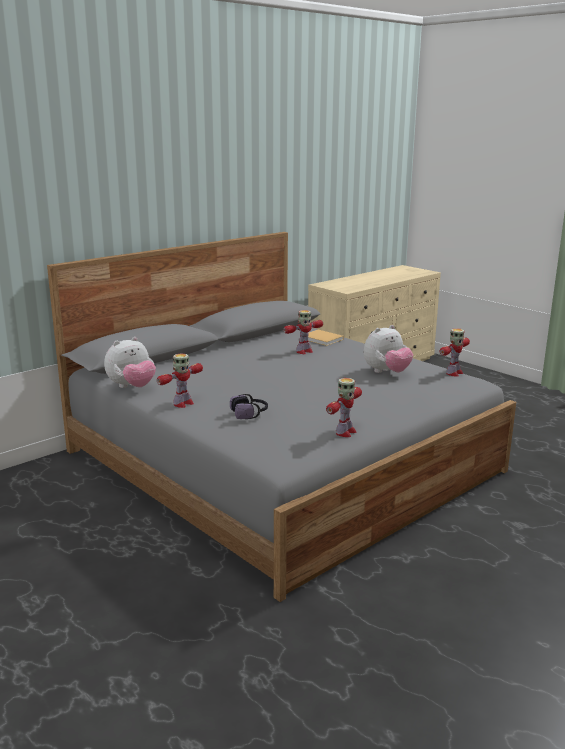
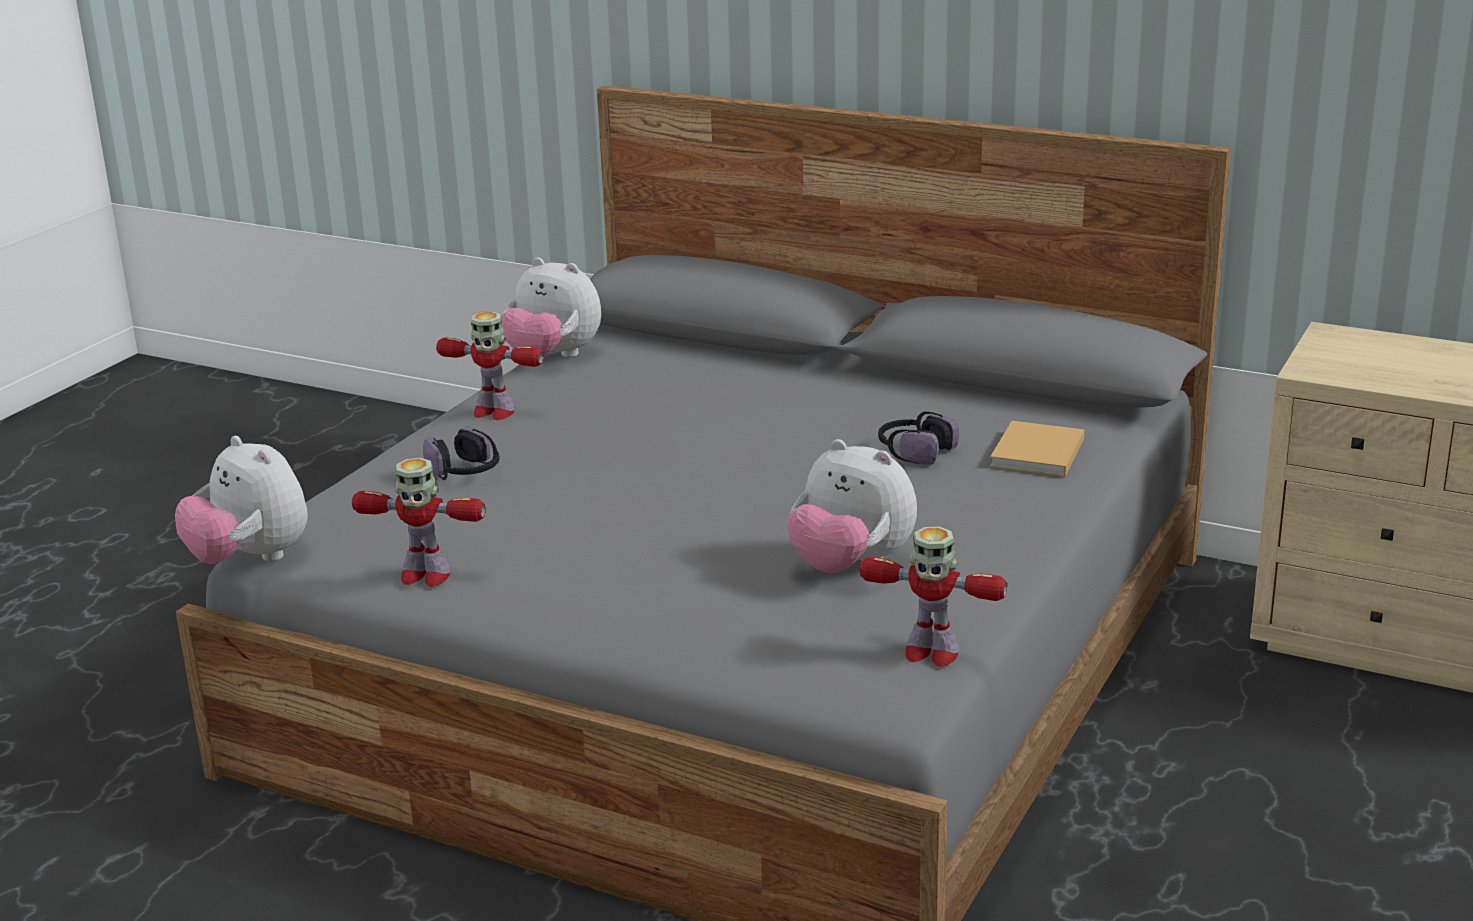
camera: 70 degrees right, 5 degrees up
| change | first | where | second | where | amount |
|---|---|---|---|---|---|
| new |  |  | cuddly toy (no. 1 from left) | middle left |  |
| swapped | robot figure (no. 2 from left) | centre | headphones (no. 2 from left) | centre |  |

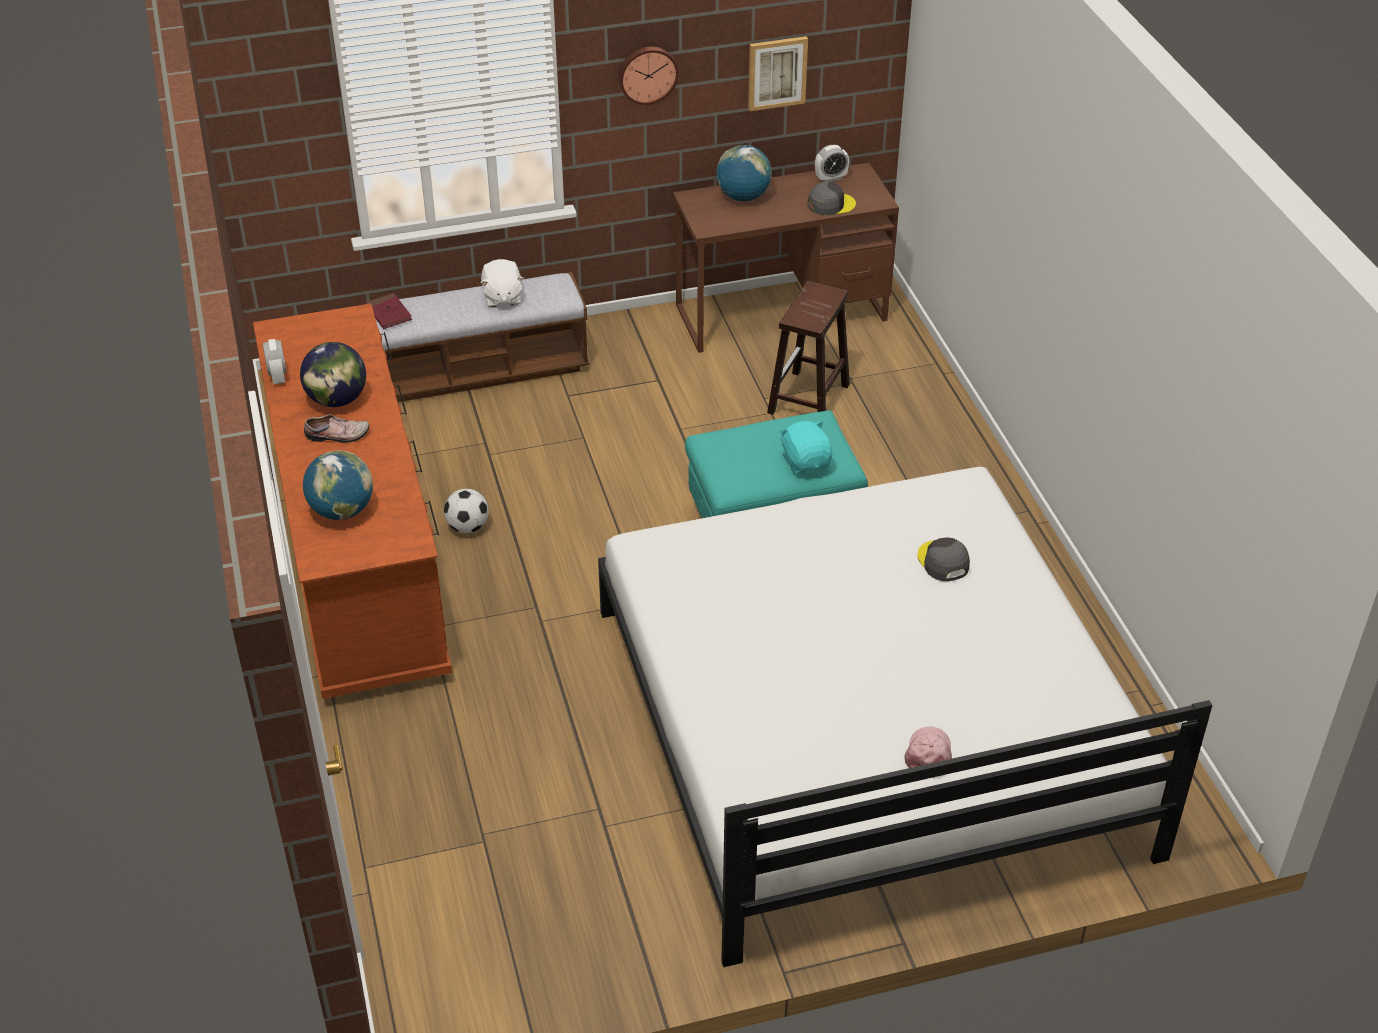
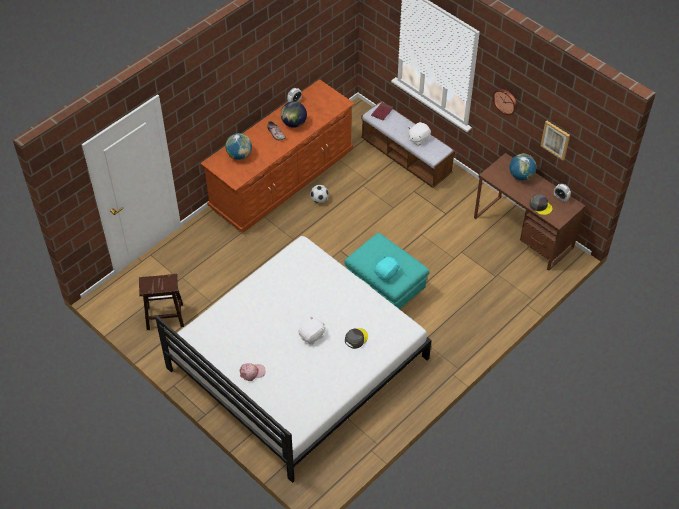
camera: 60 degrees right, 10 degrees up
| change | first | where | second | where | amount |
|---|---|---|---|---|---|
| new |  |  | cuddly toy/whitish (no. 1 from left) | centre |  |
| shifted | stool seat/brown-coloured | centre |  | middle left |  |

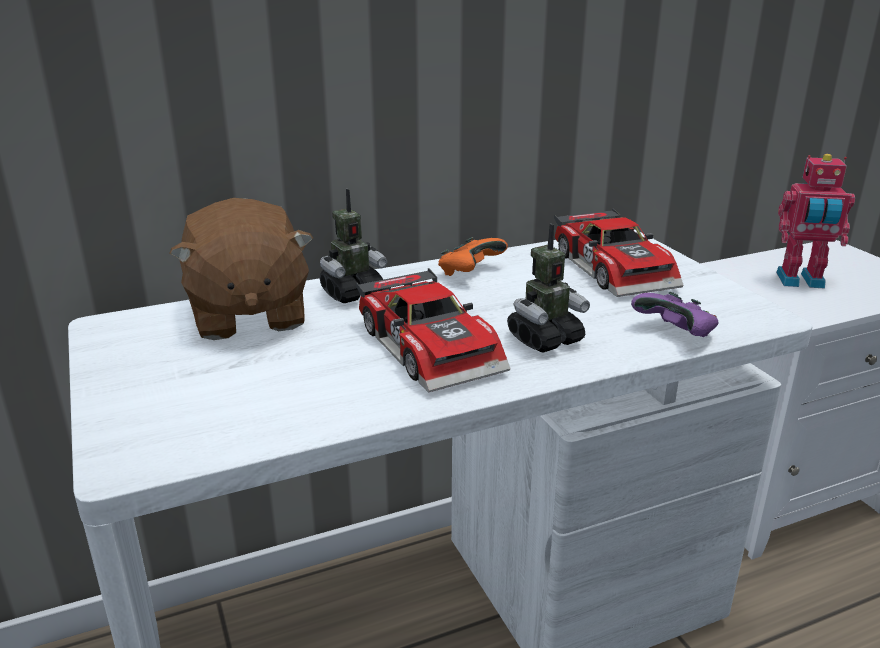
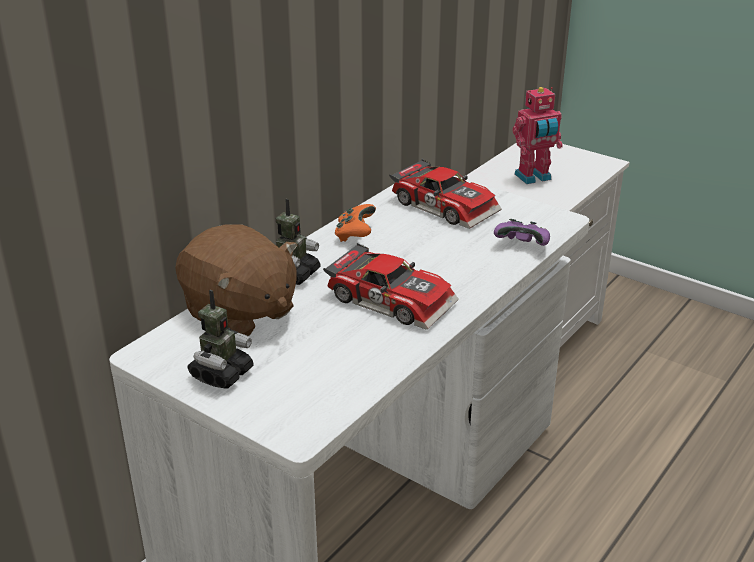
camera: 30 degrees left, 5 degrees up
| change | first | where | second | where | amount |
|---|---|---|---|---|---|
| shifted | robot figure (no. 2 from left in the first image) | centre | robot figure (no. 1 from left) | middle left |  |

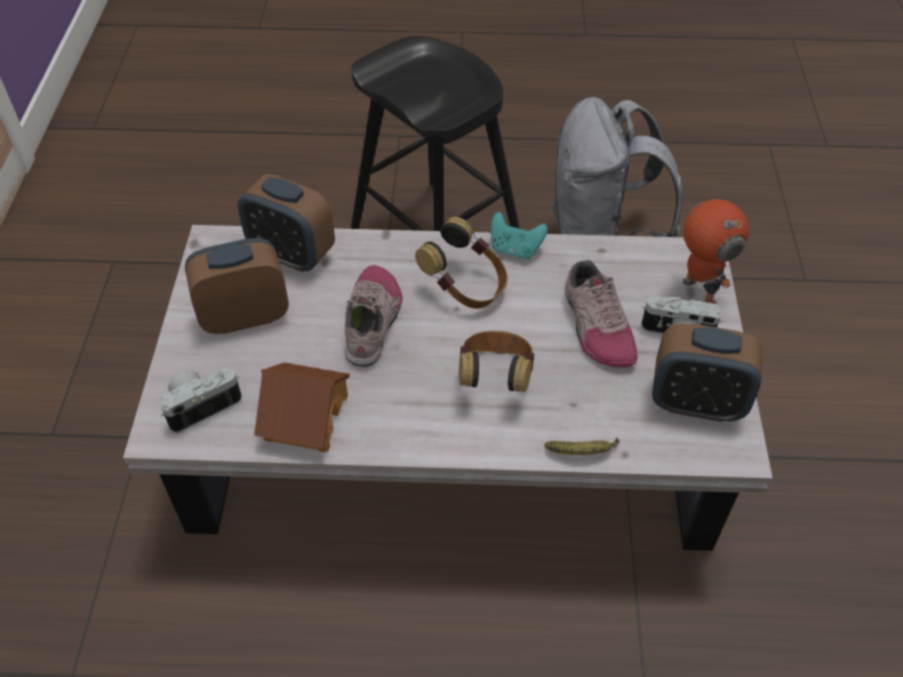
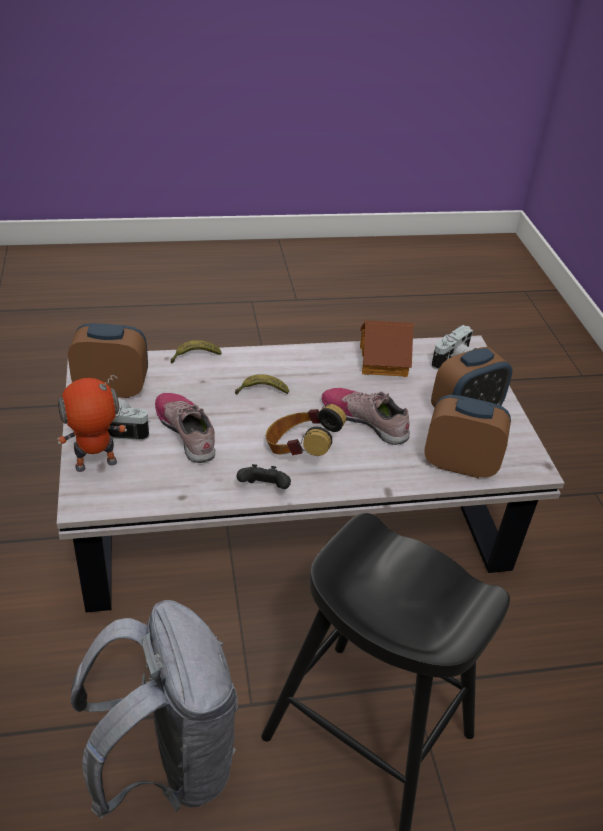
camera: 165 degrees right, 10 degrees down
| change | first | where | second | where | amount |
|---|---|---|---|---|---|
| swapped | headphones (no. 2 from left) | centre | banana fruit (no. 2 from left) | centre |  |
| repainted | gamepad/turquoise-coloured | centre | gamepad/black | centre |  |
| rotated | shoe (no. 1 from left in the first image) | centre | shoe (no. 2 from left) | centre | 135 degrees clockwise |
| rotated | robot figure | middle right |  | middle left | 105 degrees clockwise |

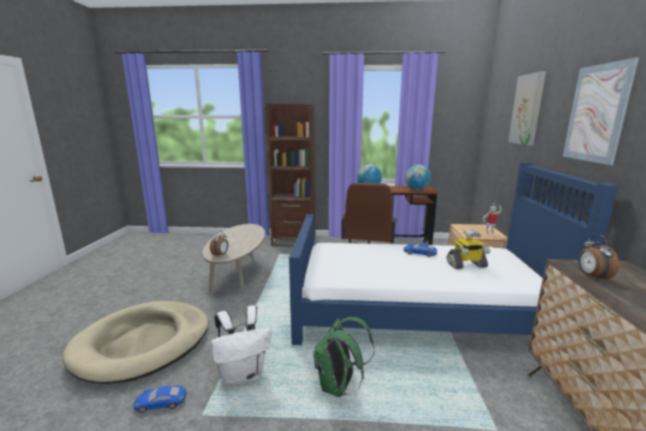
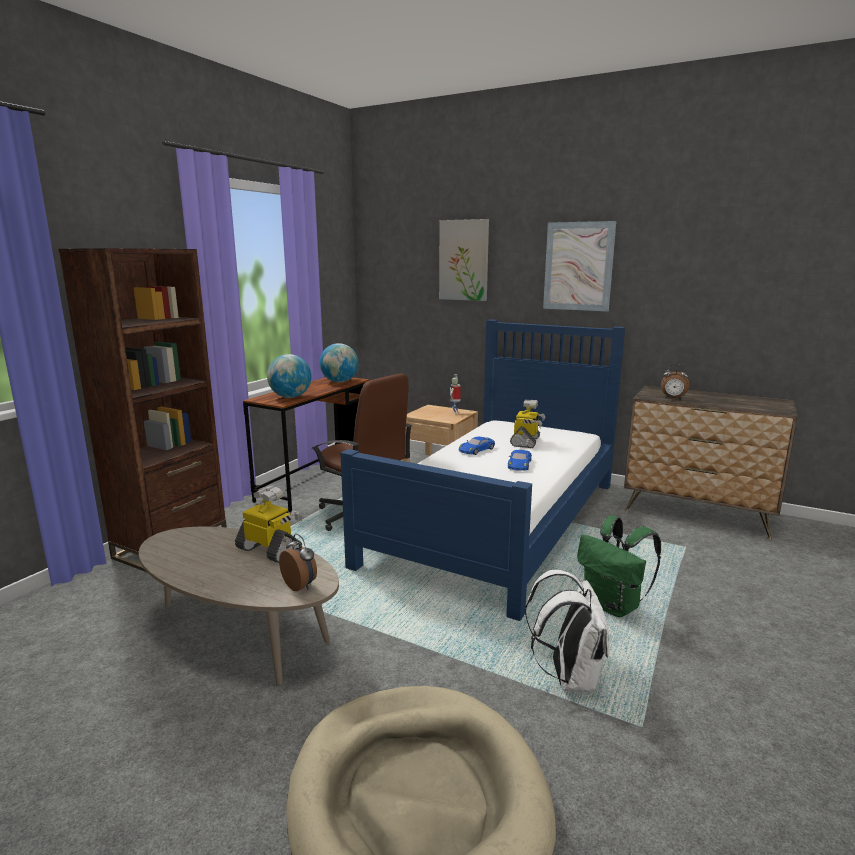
camera: 65 degrees left, 0 degrees up
| change | first | where | second | where | amount |
|---|---|---|---|---|---|
| new |  |  | robot figure (no. 1 from left) | middle left |  |
| shifted | toy car/bluish (no. 1 from left in the first image) | bottom left | toy car/bluish (no. 2 from left) | centre |  |

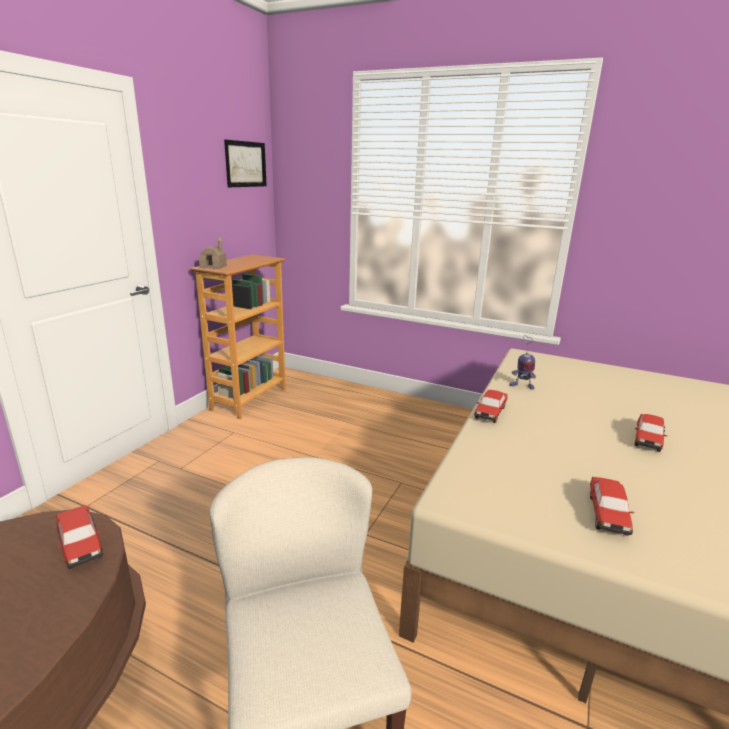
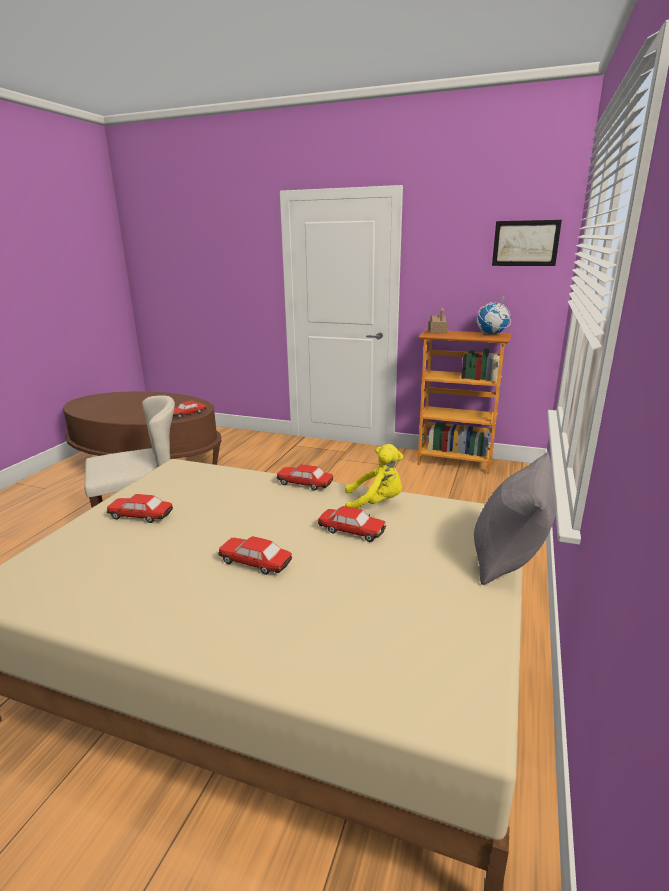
camera: 85 degrees right, 0 degrees up
| change | first | where | second | where | amount |
|---|---|---|---|---|---|
| new |  |  | toy car (no. 5 from left) | centre |  |
| new |  |  | throw pillow/greyish | middle right |  |
| new |  |  | globe | middle right |  |
| swapped | robot figure | middle right | cuddly toy/yellow | centre |  |

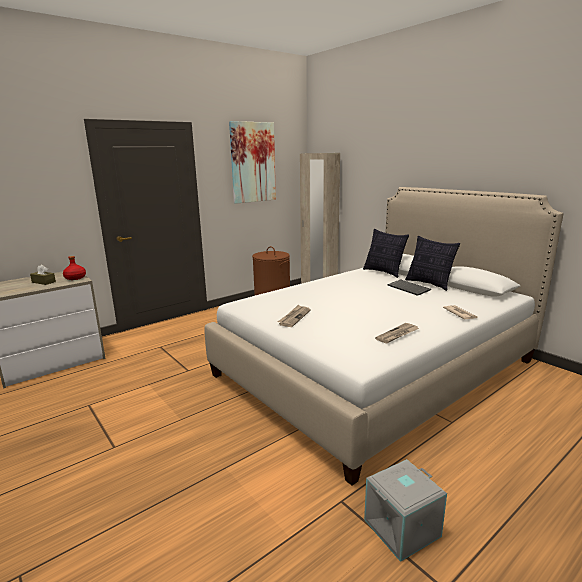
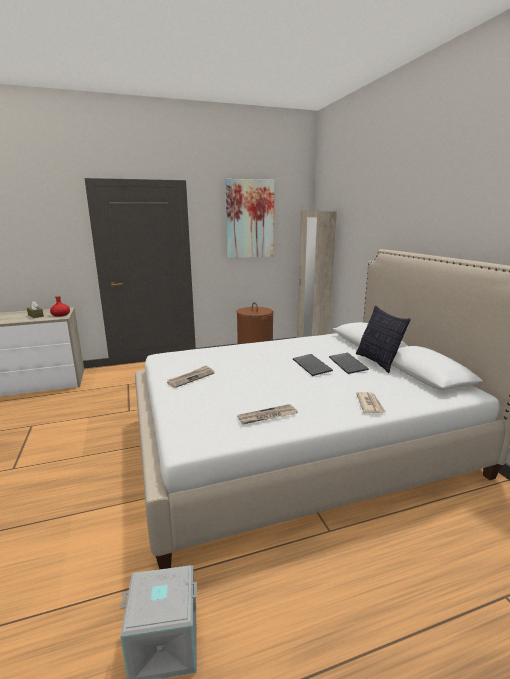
camera: 20 degrees right, 0 degrees up
| change | first | where | second | where | amount |
|---|---|---|---|---|---|
| gone | throw pillow (no. 1 from left) | centre |  |  |  |
| new |  |  | keyboard (no. 1 from left) | centre |  |

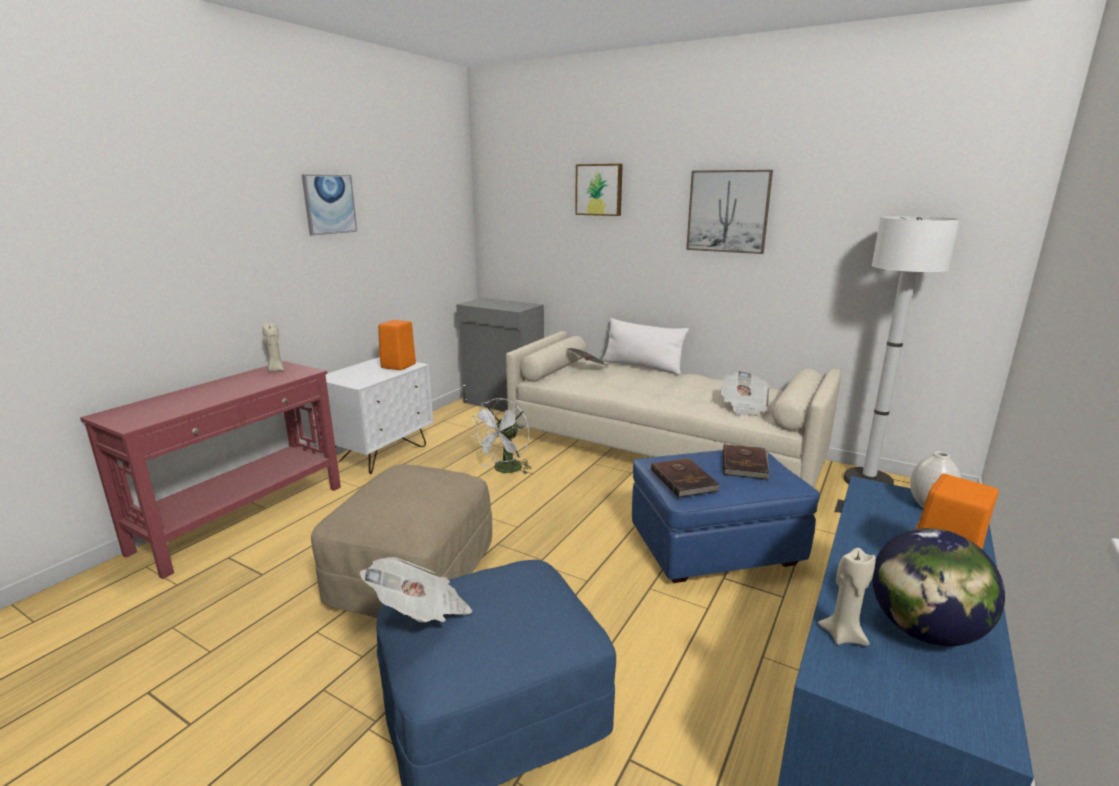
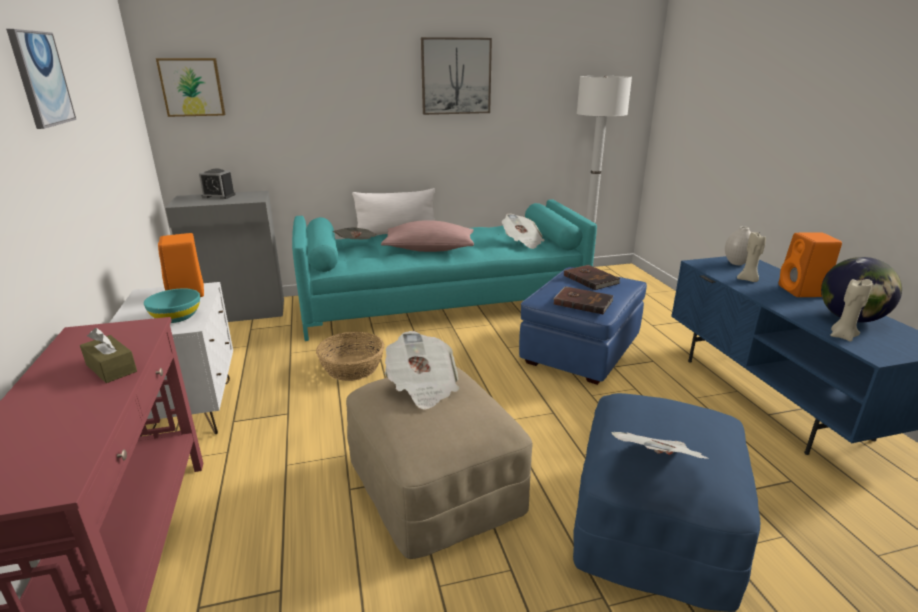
camera: 45 degrees left, 5 degrees up
| change | first | where | second | where | amount |
|---|---|---|---|---|---|
| new |  |  | tissue box/brown-coloured | middle left |  |
| new |  |  | serving bowl/turquoise-coloured | middle left |  |
| new |  |  | table clock | top left |  |
| new |  |  | throw pillow/pink | centre |  |
| new |  |  | daily paper (no. 2 from left) | centre |  |
| shifted | wax candle/beige-coloured (no. 1 from left) | middle left |  | middle right |  |
| shifted | wall art (no. 2 from left) | top centre |  | top left |  |
| swapped | cooling fan/whitish | centre | basket | centre |  |
| repainted | sofa/beige-coloured | centre | sofa/turquoise-coloured | centre |  |

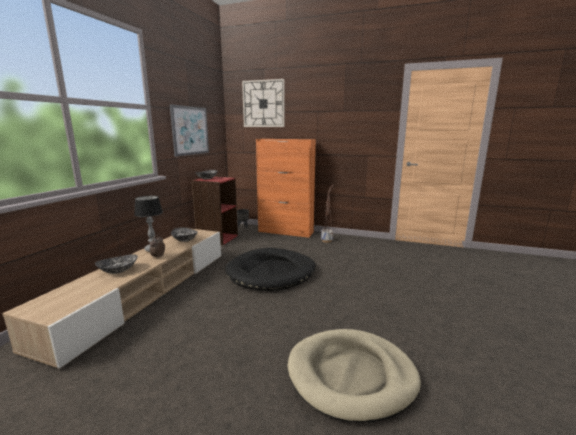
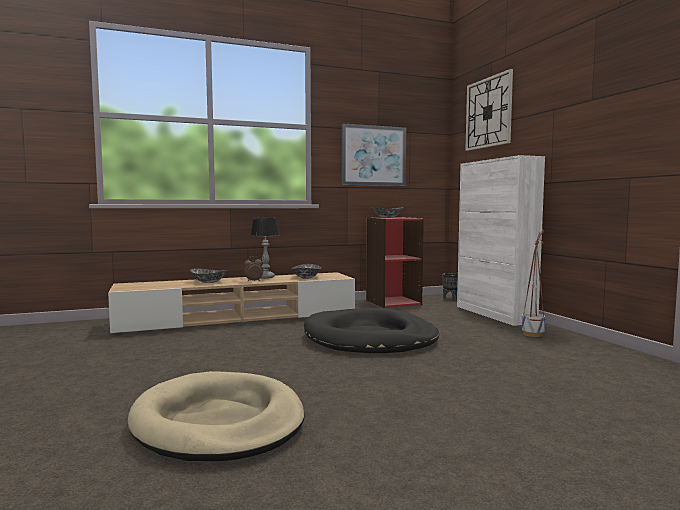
camera: 50 degrees right, 10 degrees down
| change | first | where | second | where | amount |
|---|---|---|---|---|---|
| repainted | cupboard/orange-coloured | centre | cupboard/whitish | middle right |  |

